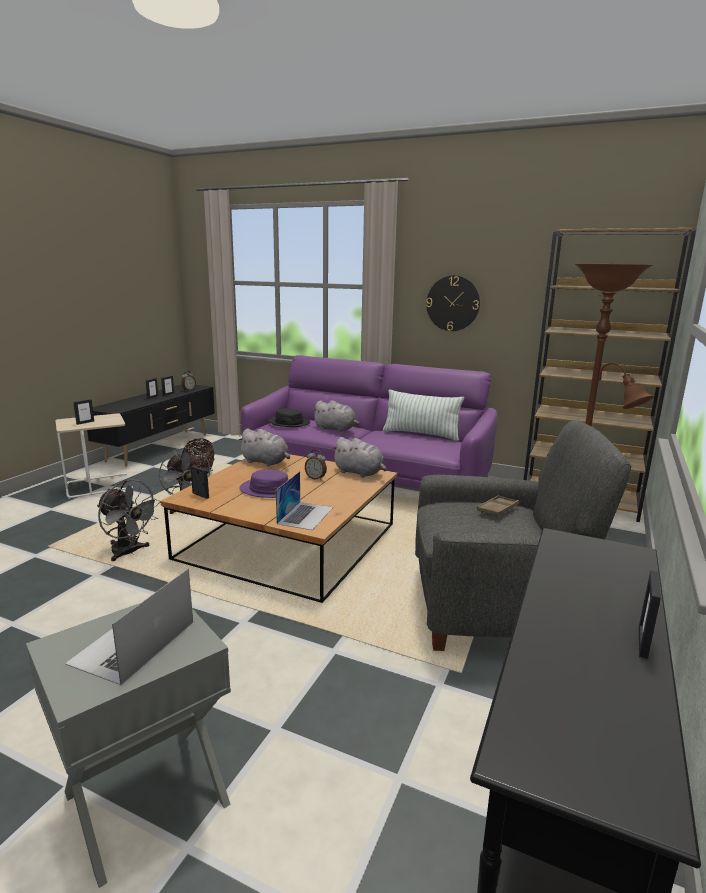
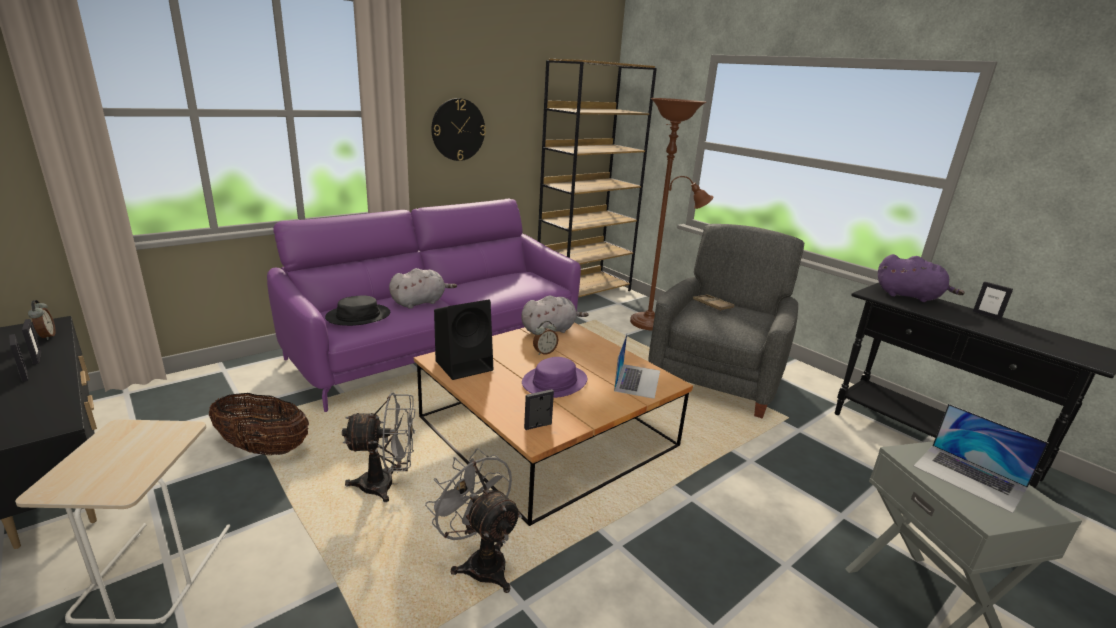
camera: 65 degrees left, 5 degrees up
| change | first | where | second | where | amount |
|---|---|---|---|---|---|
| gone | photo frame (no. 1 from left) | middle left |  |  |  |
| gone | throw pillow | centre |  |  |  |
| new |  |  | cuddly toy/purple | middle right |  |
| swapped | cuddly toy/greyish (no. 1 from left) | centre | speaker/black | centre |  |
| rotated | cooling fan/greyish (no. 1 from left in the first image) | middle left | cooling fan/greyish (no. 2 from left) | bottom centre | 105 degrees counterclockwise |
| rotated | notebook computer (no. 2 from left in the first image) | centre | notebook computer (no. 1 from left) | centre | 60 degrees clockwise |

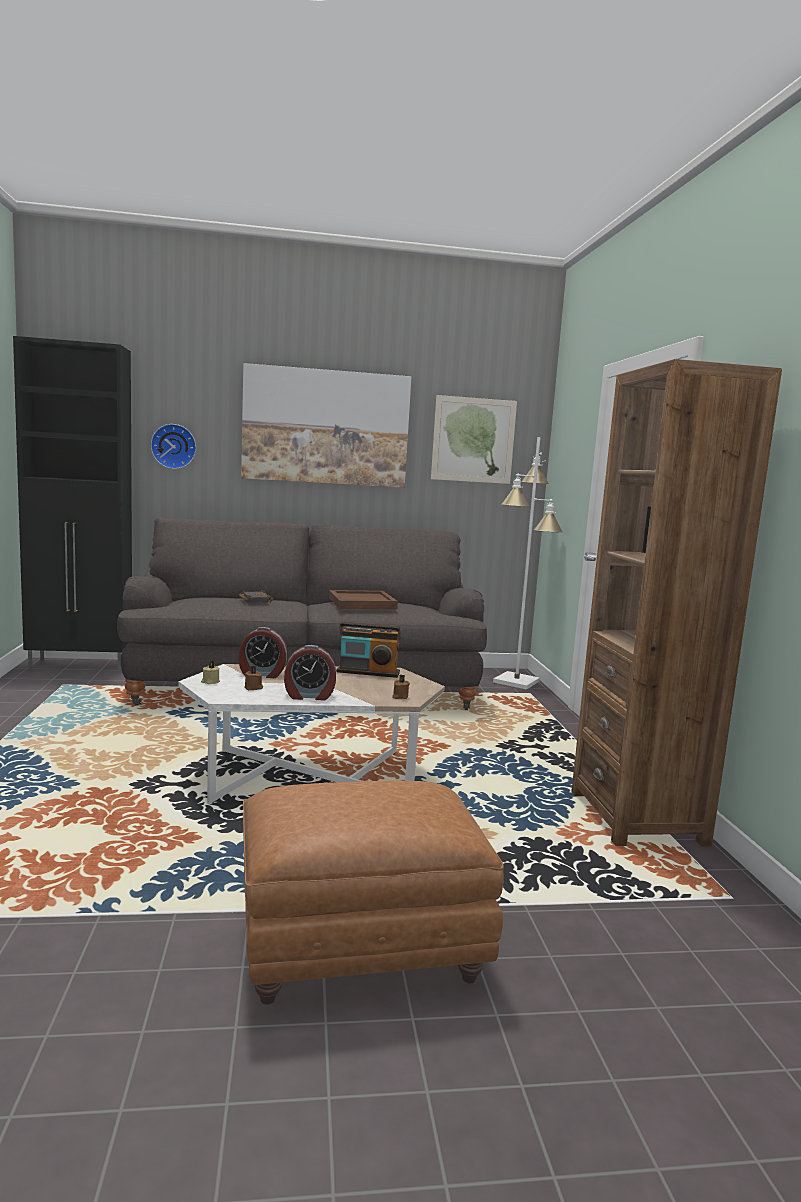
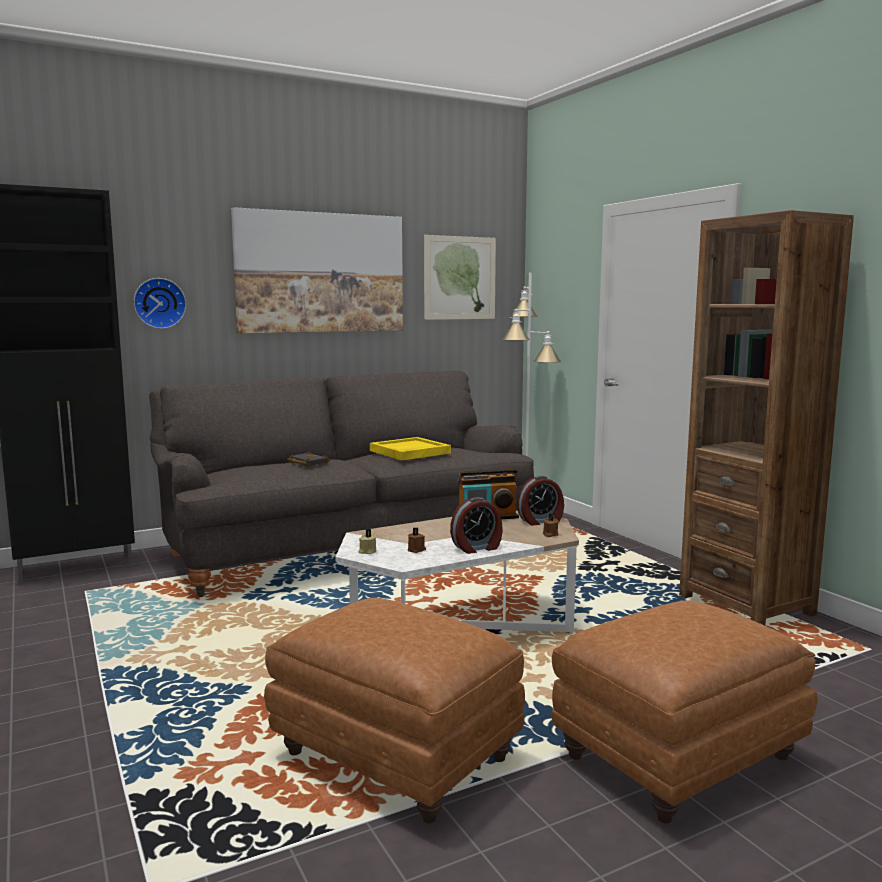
camera: 20 degrees left, 0 degrees up
| change | first | where | second | where | amount |
|---|---|---|---|---|---|
| new |  |  | ottoman/brown-coloured (no. 1 from left) | bottom centre |  |
| shifted | table clock (no. 1 from left in the first image) | middle left | table clock (no. 2 from left) | centre |  |
| repainted | carrying tray/brown-coloured | centre | carrying tray/yellow | centre |  |

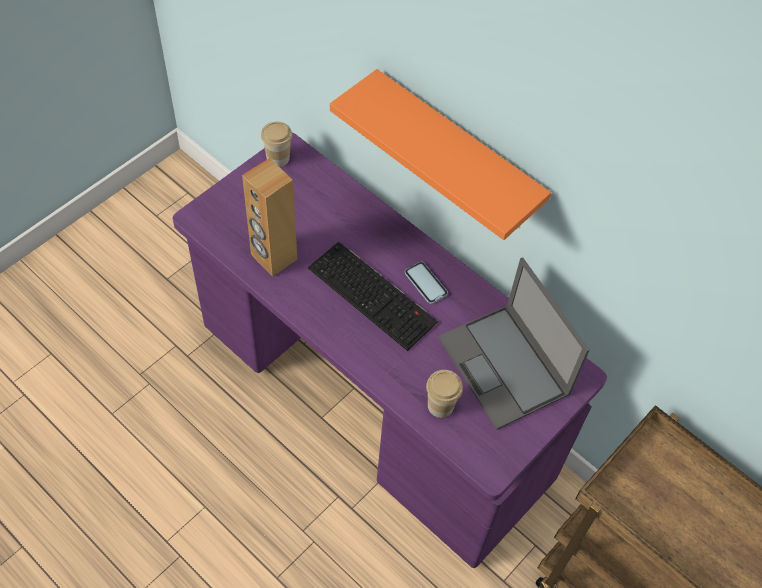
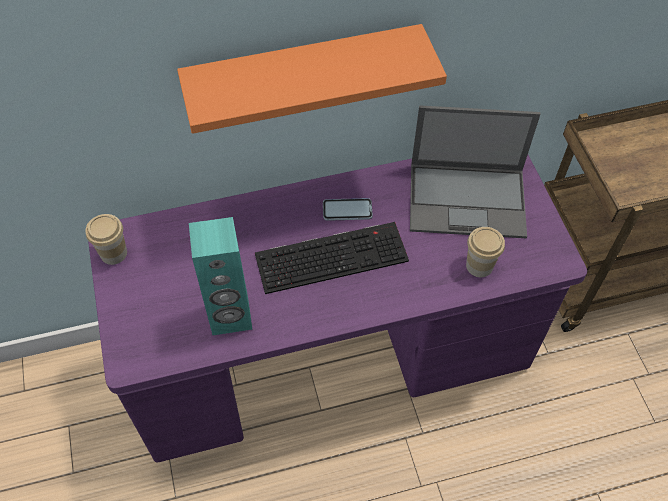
camera: 55 degrees left, 0 degrees up
| change | first | where | second | where | amount |
|---|---|---|---|---|---|
| repainted | speaker/brown-coloured | centre | speaker/turquoise-coloured | middle left |  |

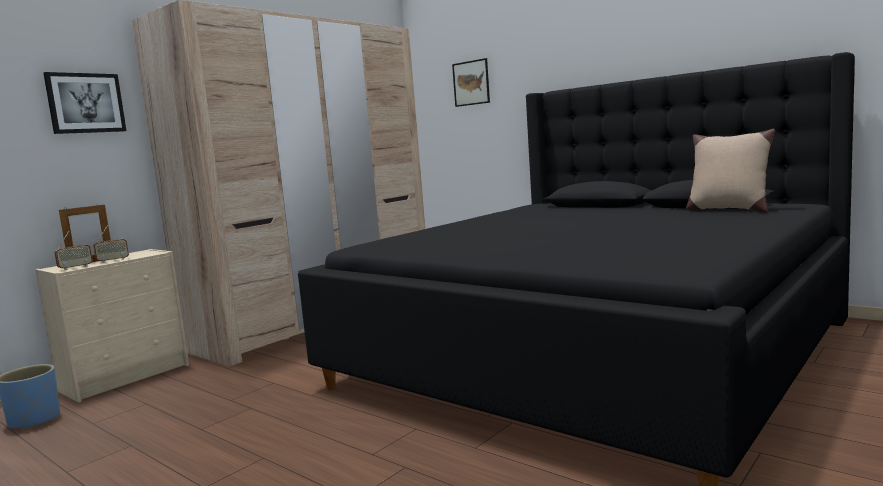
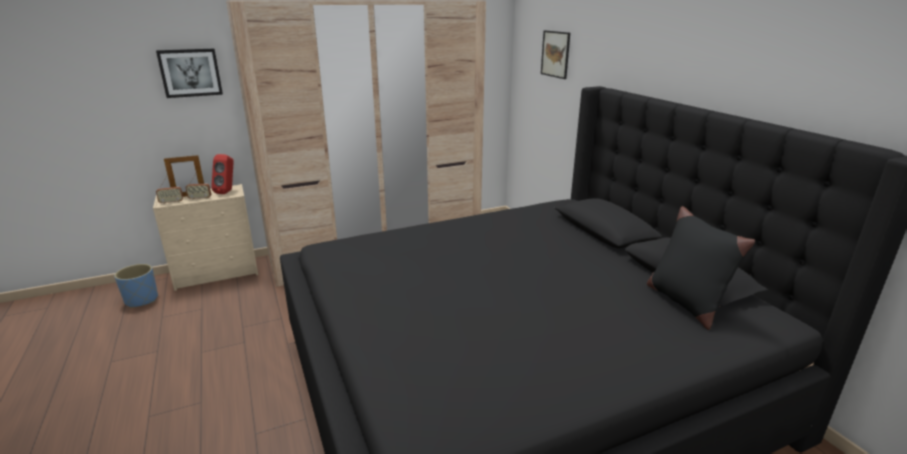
camera: 25 degrees right, 15 degrees up
| change | first | where | second | where | amount |
|---|---|---|---|---|---|
| new |  |  | speaker/red | middle left |  |
| repainted | throw pillow/beige-coloured | middle right | throw pillow/black | middle right |  |

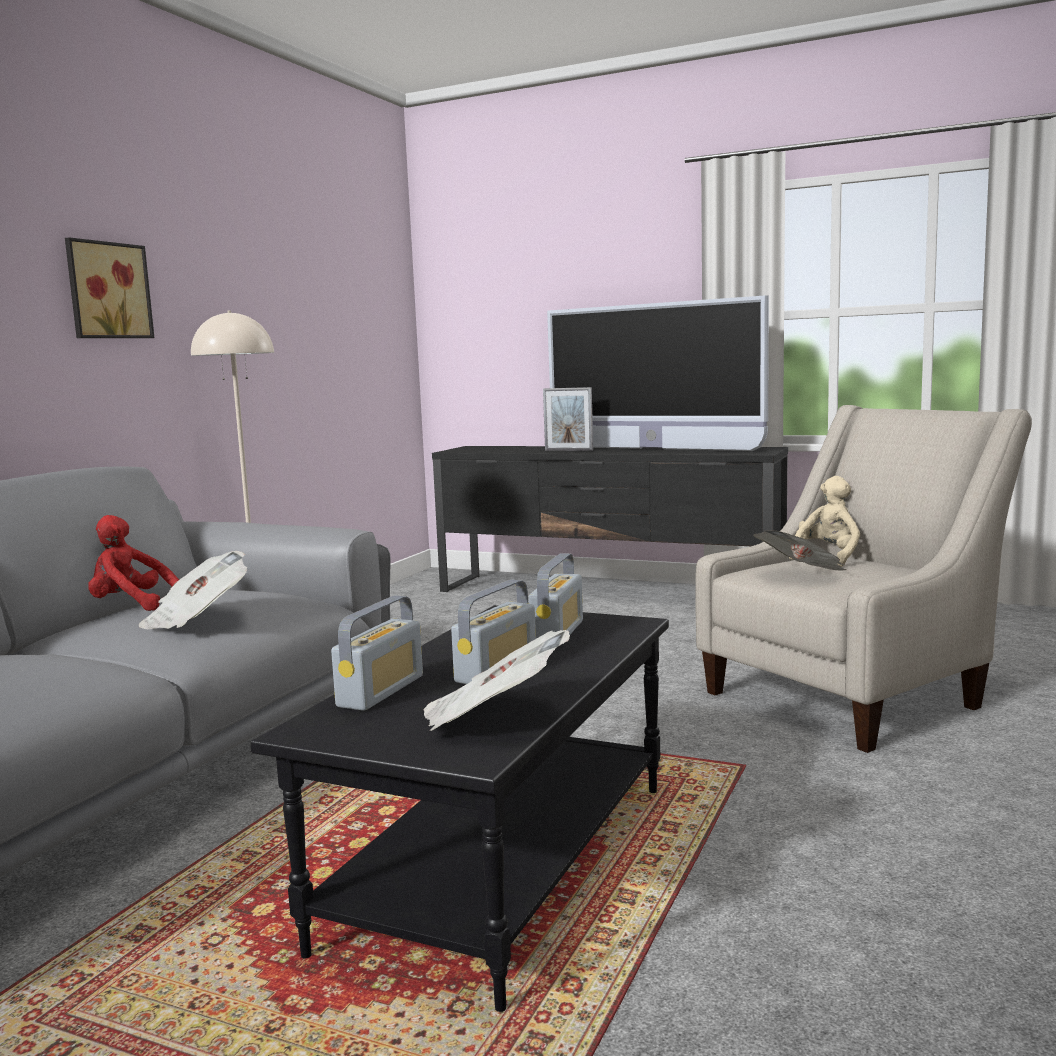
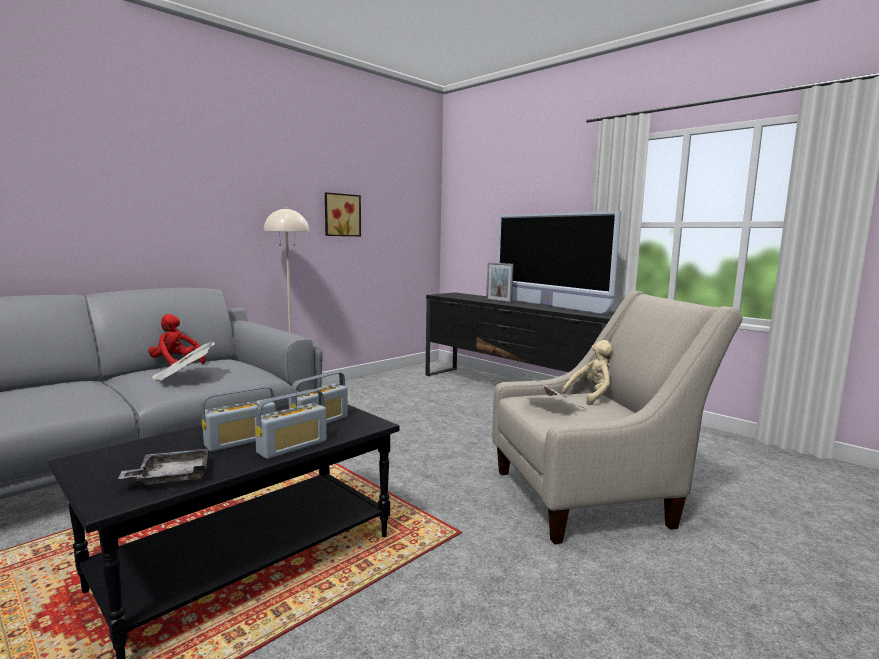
camera: 20 degrees right, 0 degrees up
| change | first | where | second | where | amount |
|---|---|---|---|---|---|
| shifted | wall art | top left |  | top centre |  |
| shifted | radio (no. 1 from left in the first image) | centre | radio (no. 2 from left) | middle left |  |
| swapped | daily paper (no. 2 from left) | centre | carrying tray/greyish | bottom left |  |

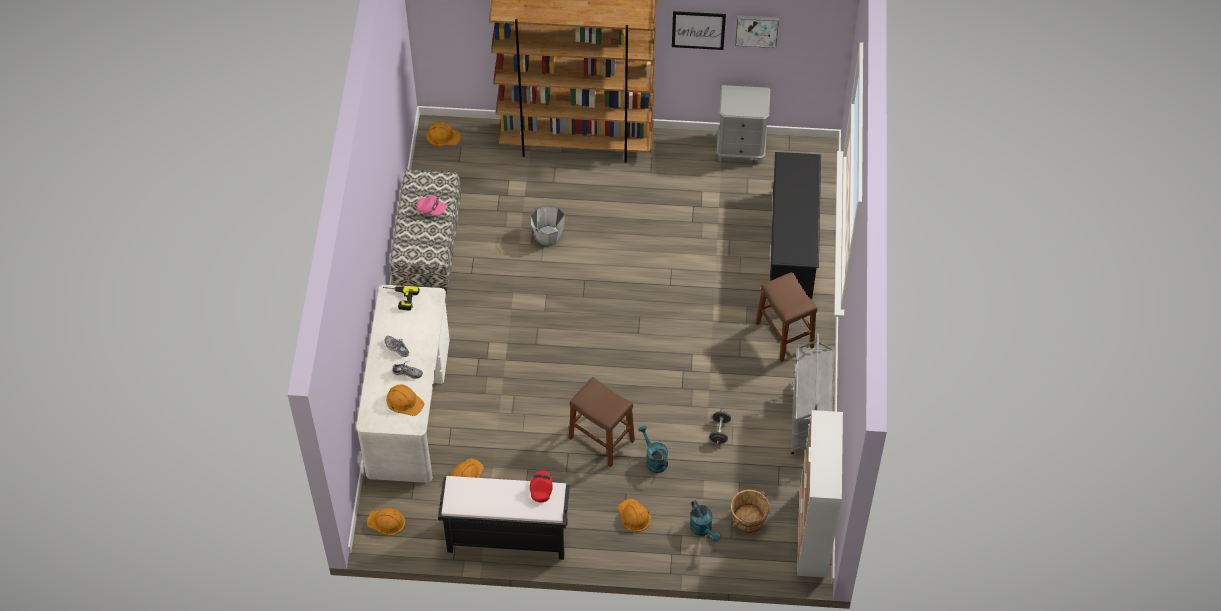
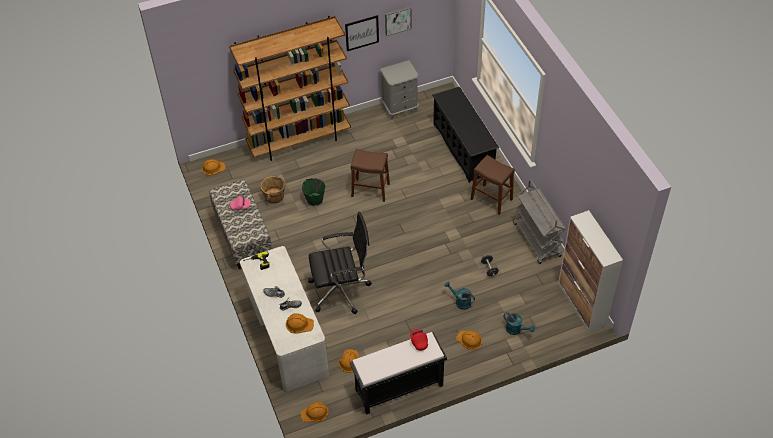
camera: 25 degrees left, 5 degrees down
| change | first | where | second | where | amount |
|---|---|---|---|---|---|
| new |  |  | office chair/black | centre |  |
| shifted | stool seat/brown-coloured (no. 1 from left) | bottom centre |  | centre |  |
| shifted | pail/brown-coloured | bottom centre |  | centre |  |
| repainted | pail/greyish | centre | pail/green-coloured | centre |  |

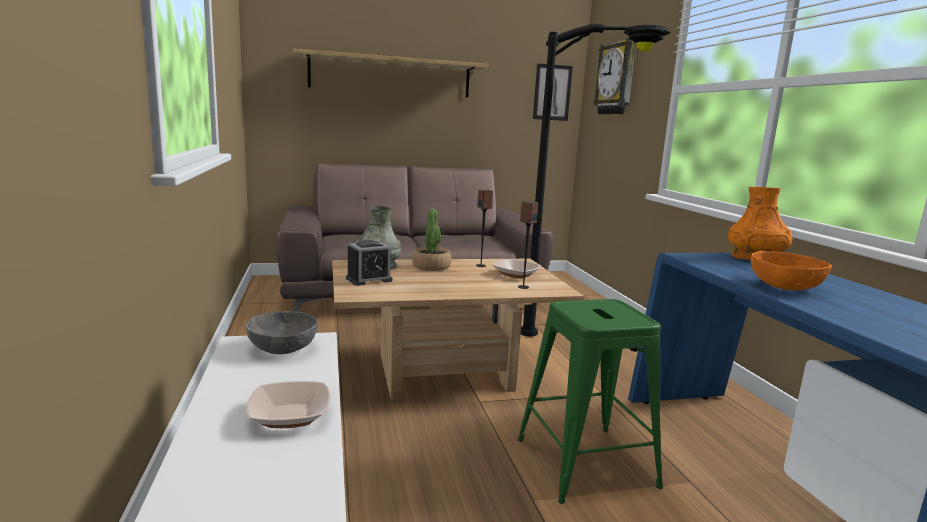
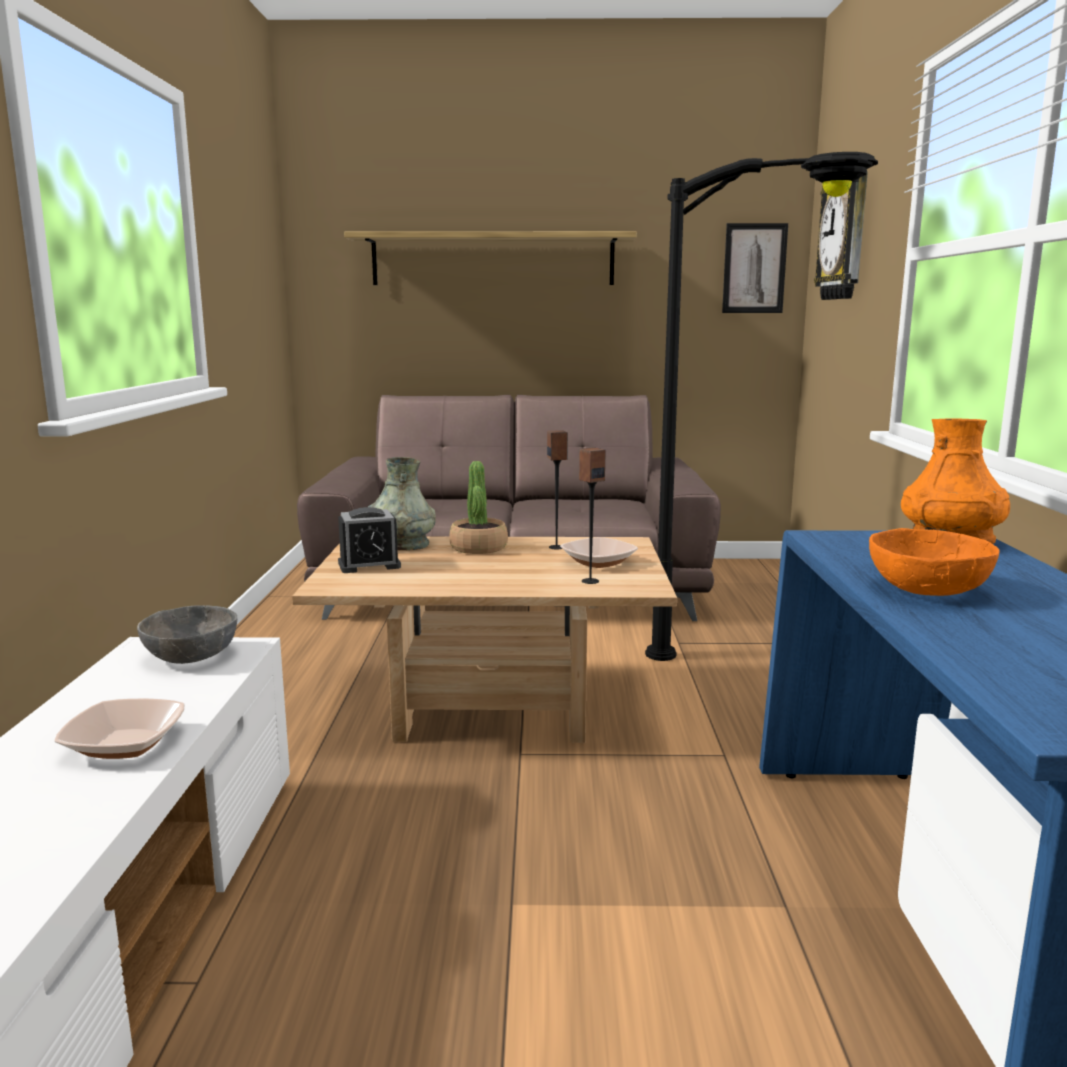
camera: 15 degrees right, 0 degrees up
| change | first | where | second | where | amount |
|---|---|---|---|---|---|
| gone | stool seat/green-coloured | bottom centre |  |  |  |

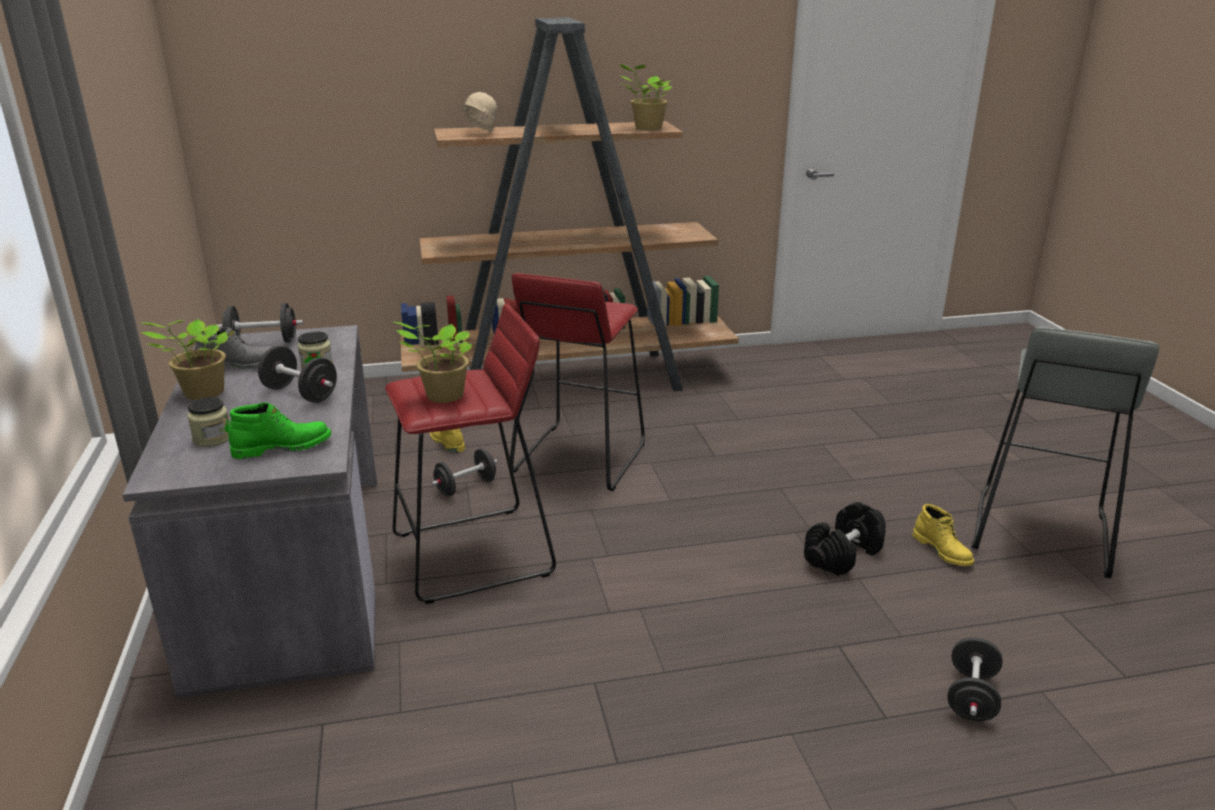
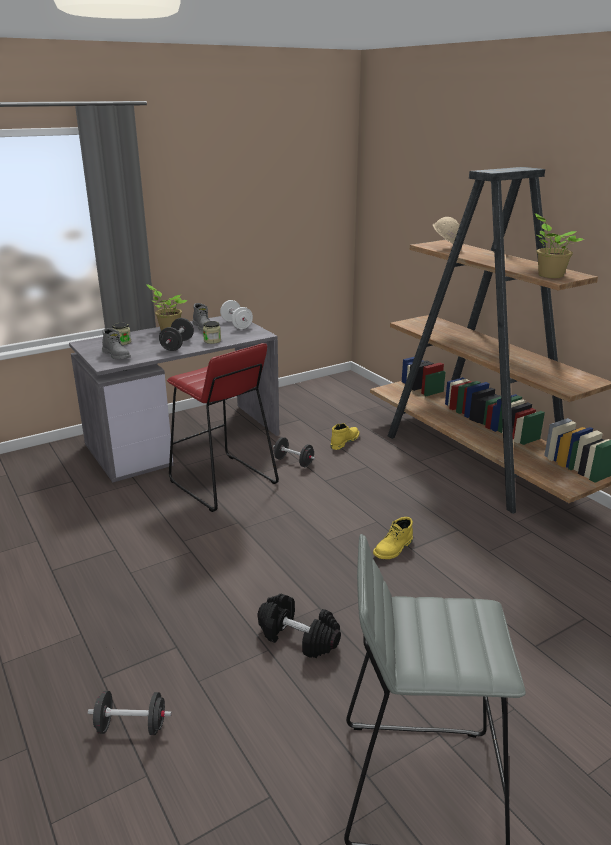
camera: 70 degrees right, 0 degrees up
| change | first | where | second | where | amount |
|---|---|---|---|---|---|
| gone | plant in a pot (no. 2 from left) | centre |  |  |  |
| gone | stool seat/red (no. 2 from left) | centre |  |  |  |
| shifted | high-top boot/yellow (no. 2 from left) | middle right |  | centre |  |
| repainted | hand weight/black (no. 1 from left) | middle left | hand weight/whitish | centre |  |
| repainted | high-top boot/green-coloured | middle left | high-top boot/greyish (no. 1 from left) | middle left |  |

